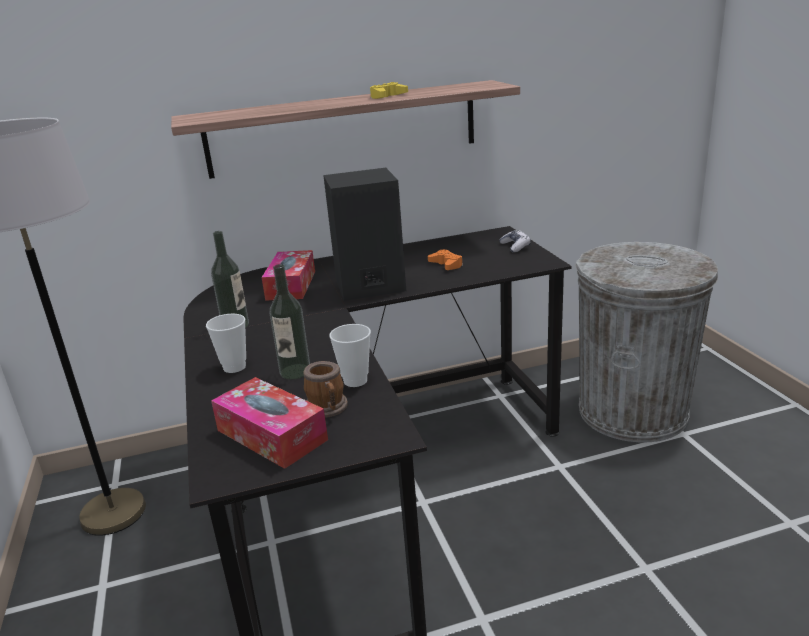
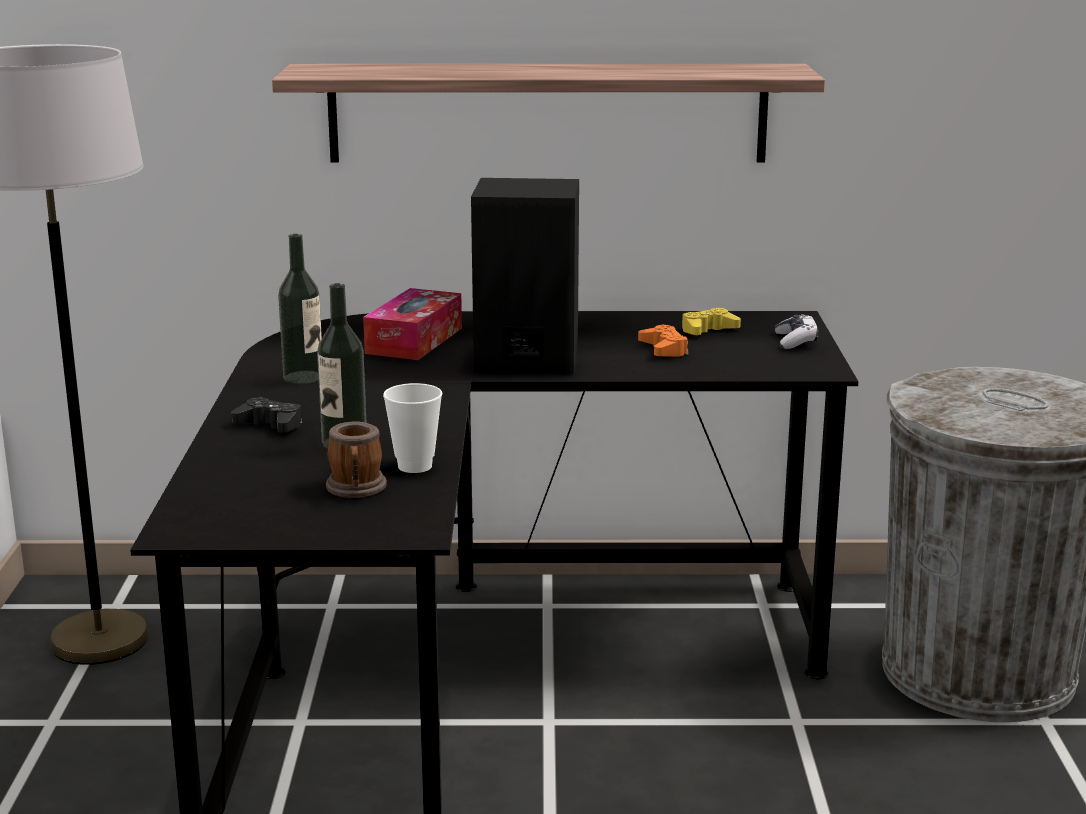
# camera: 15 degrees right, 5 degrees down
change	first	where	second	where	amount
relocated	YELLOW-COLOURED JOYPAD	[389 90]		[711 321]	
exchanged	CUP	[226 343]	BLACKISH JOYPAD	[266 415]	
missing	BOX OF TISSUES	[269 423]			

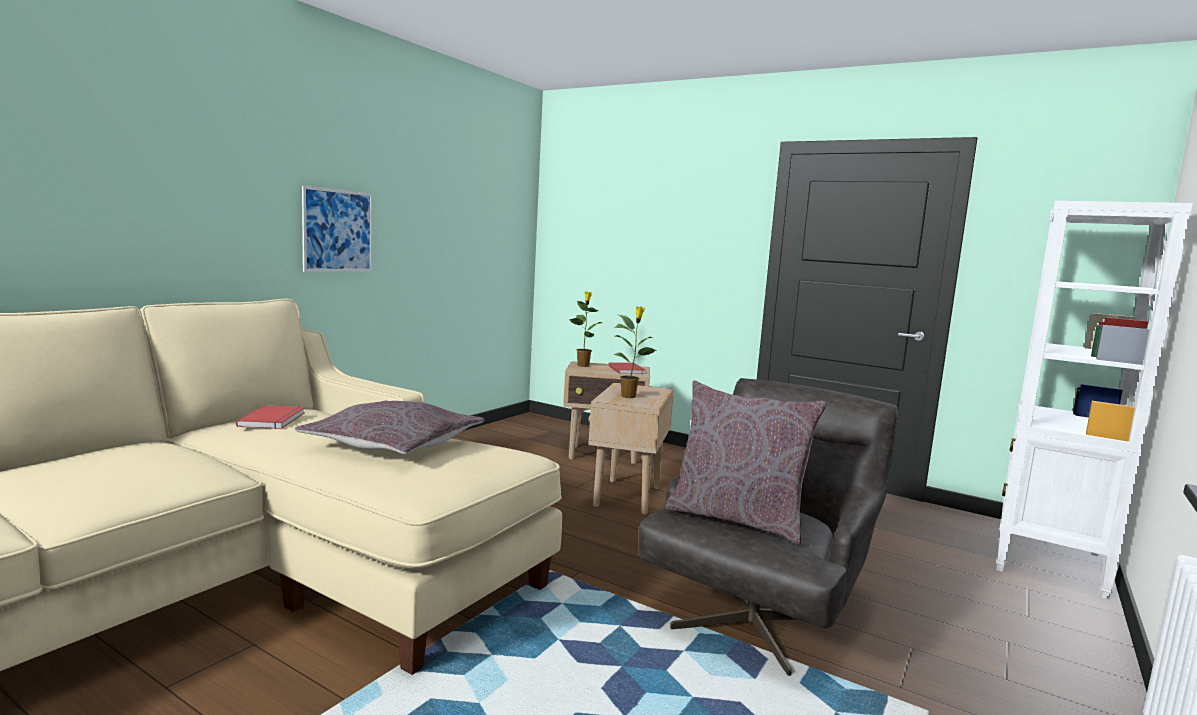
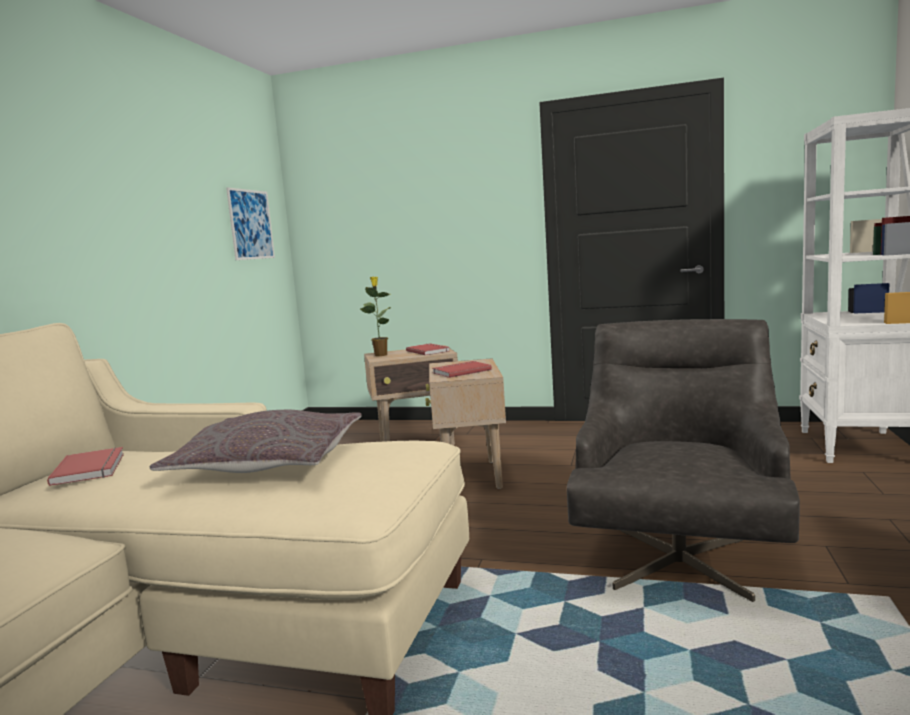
# camera: 15 degrees left, 0 degrees up
change	first	where	second	where	amount
relocated	PICTURE	[337 229]		[250 223]	
exchanged	POTTED PLANT	[636 352]	REDDISH BOUND BOOK	[462 369]	
missing	GREY PILLOW	[746 462]			

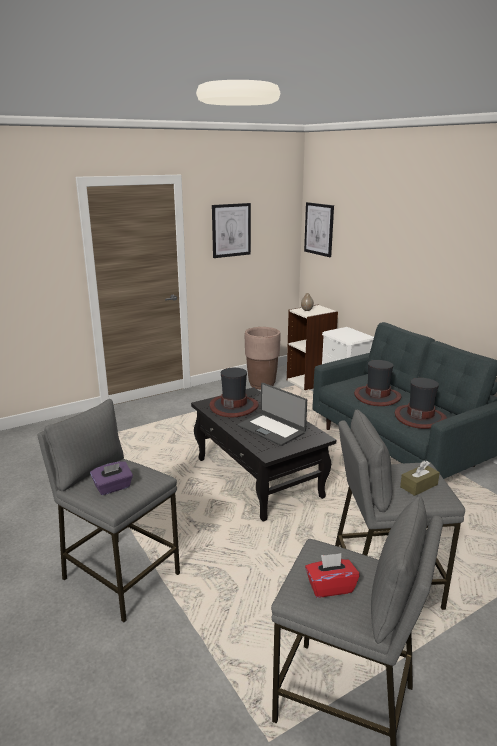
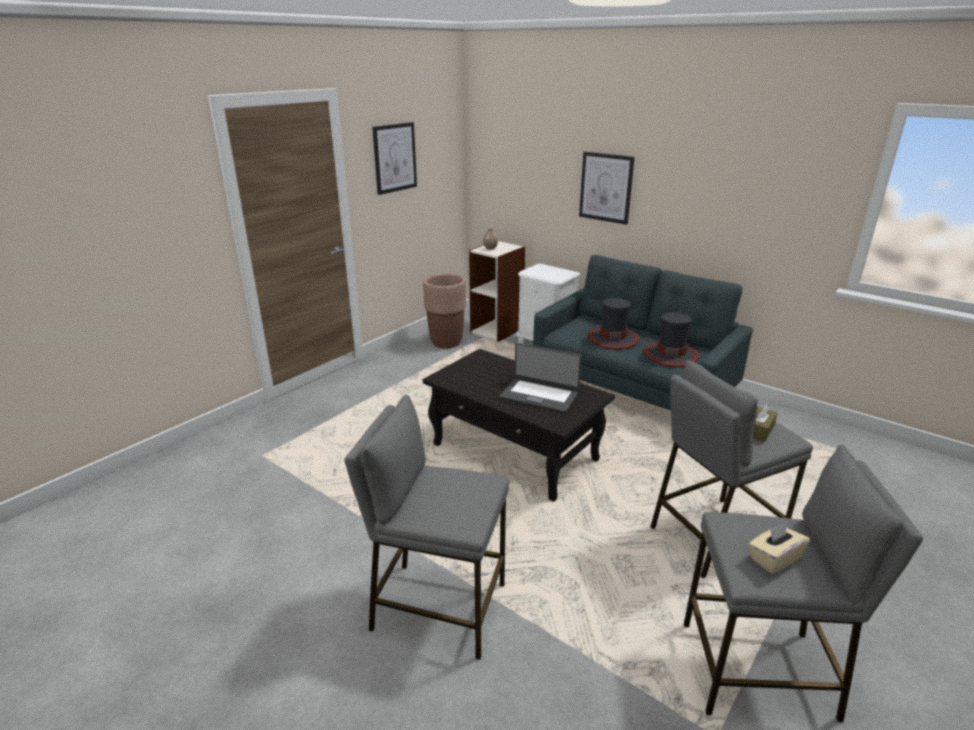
# camera: 20 degrees left, 5 degrees up
change	first	where	second	where	amount
relocated	PICTURE	[319 229]		[607 188]	
missing	CLOTHING HAT	[234 392]			
missing	PURPLE BOX OF TISSUES	[111 478]			
colour	REDDISH BOX OF TISSUES	[332 575]	BEIGE BOX OF TISSUES	[779 548]	

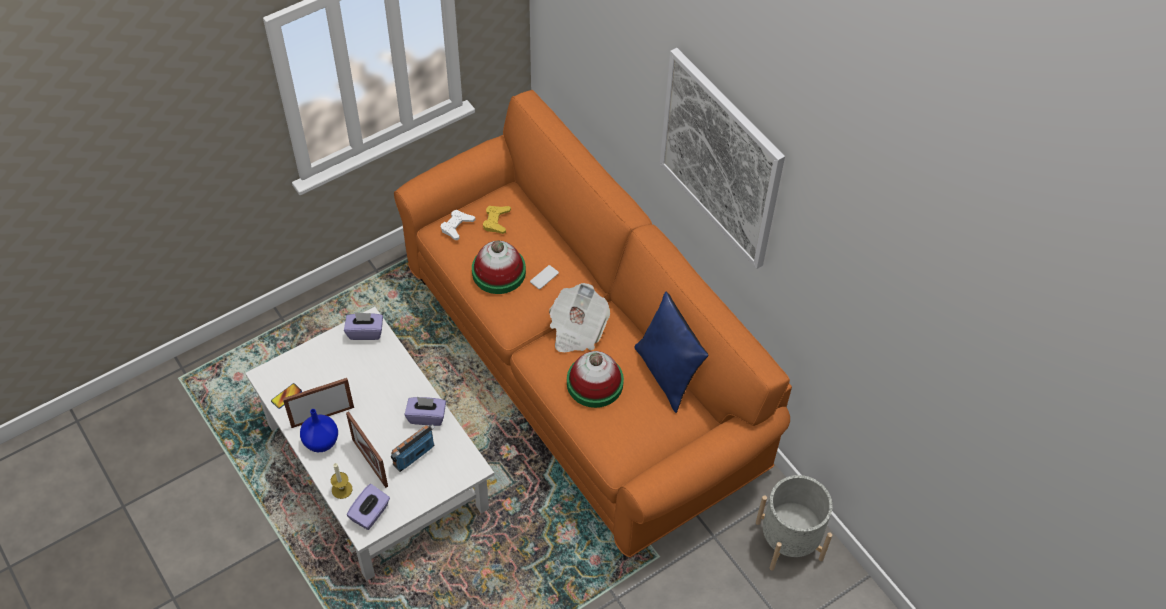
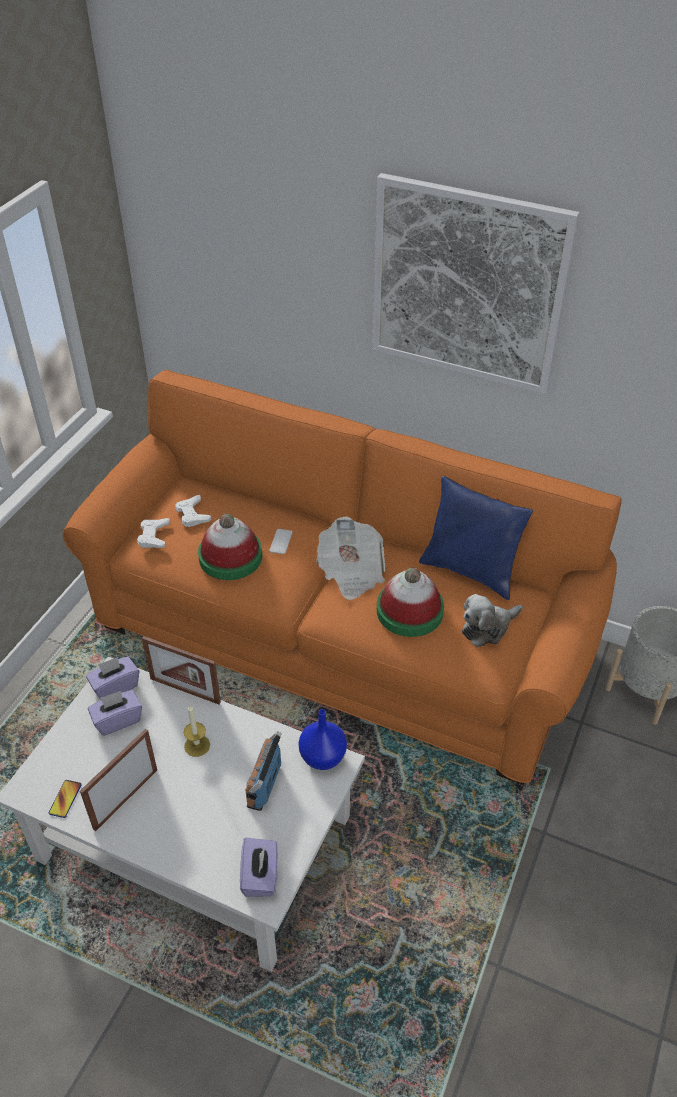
# camera: 30 degrees left, 10 degrees down
change	first	where	second	where	amount
colour	YELLOW-COLOURED JOYPAD	[497 220]	WHITISH JOYPAD	[193 511]	
relocated	PURPLE BOX OF TISSUES	[425 411]		[115 713]	
relocated	BLUE FLOWER VASE	[319 430]		[322 739]	
relocated	PHOTO FRAME	[367 449]		[181 670]	
relocated	WAX LIGHT	[342 481]		[197 731]	
appeared			CUDDLY TOY	[492 620]	

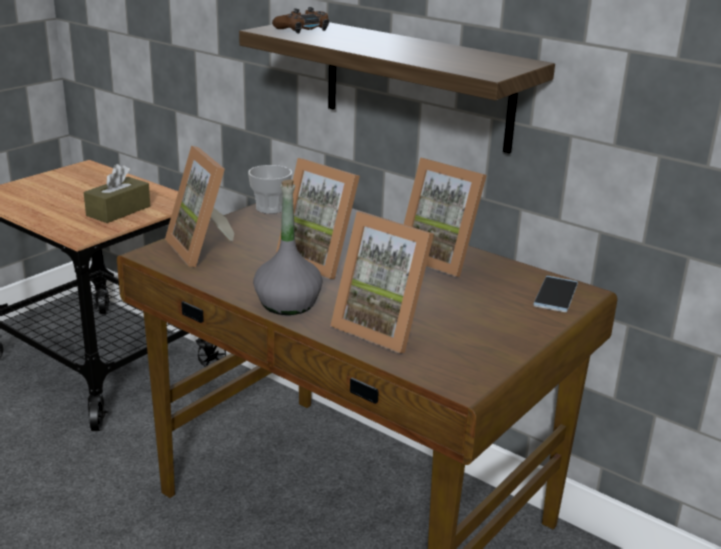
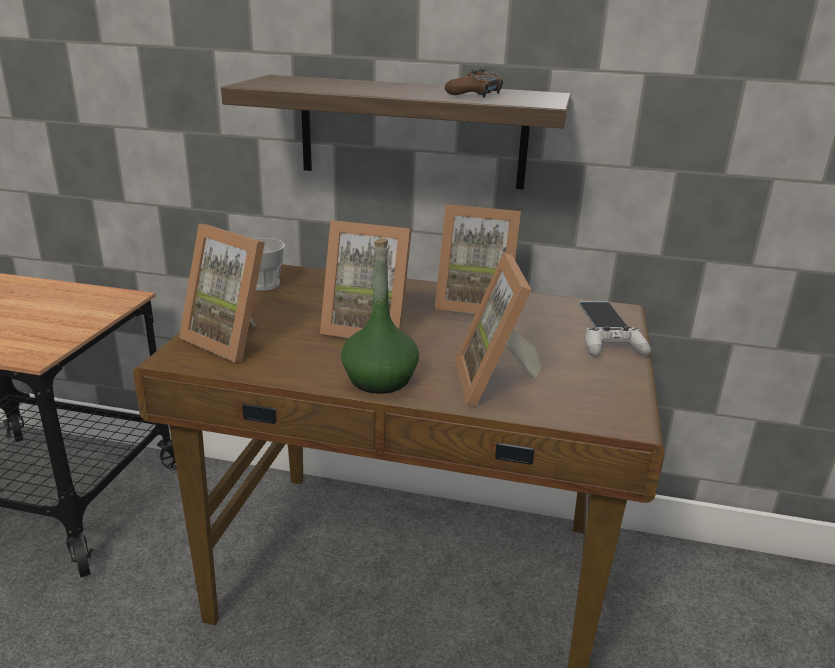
# camera: 25 degrees left, 0 degrees up
change	first	where	second	where	amount
relocated	BROWNISH JOYPAD	[300 20]		[474 82]	
missing	BROWNISH BOX OF TISSUES	[117 193]			
colour	GREY BOTTLE	[288 247]	GREEN-COLOURED BOTTLE	[380 316]	
spun	PHOTO FRAME	[382 282]		[498 329]	75 degrees clockwise
appeared			WHITISH JOYPAD	[618 341]	

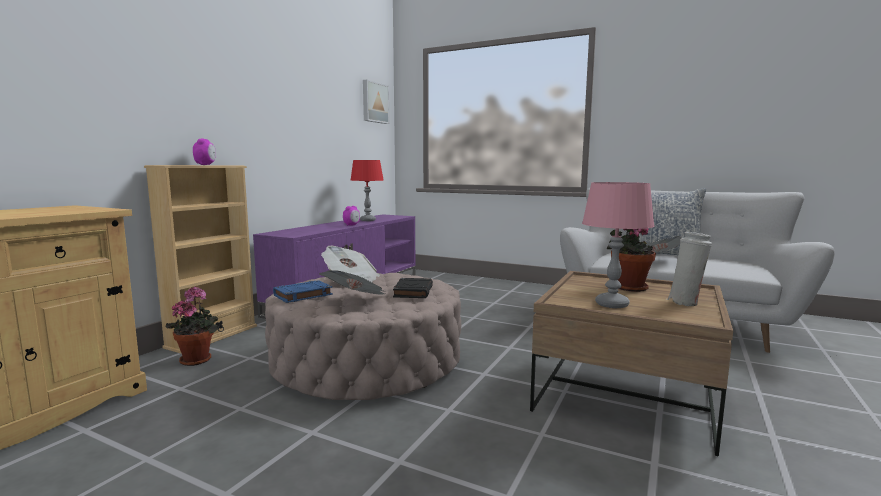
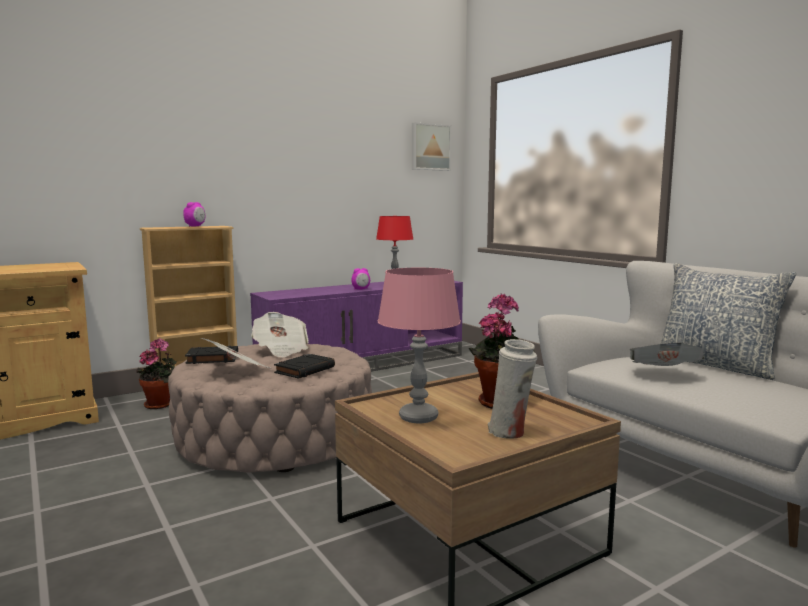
# camera: 30 degrees right, 0 degrees up
change	first	where	second	where	amount
colour	BLUE BOUND BOOK	[303 291]	BLACKISH BOUND BOOK	[211 355]	

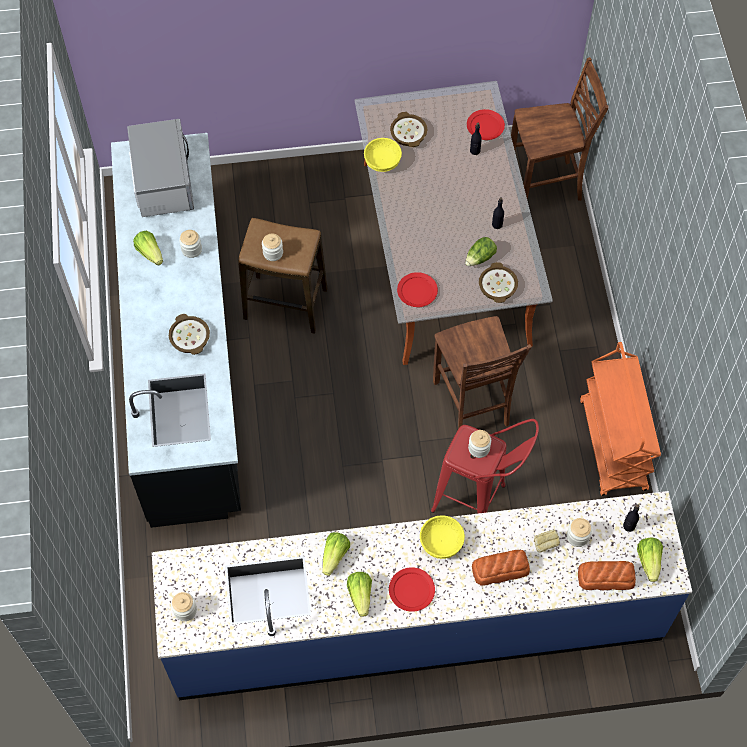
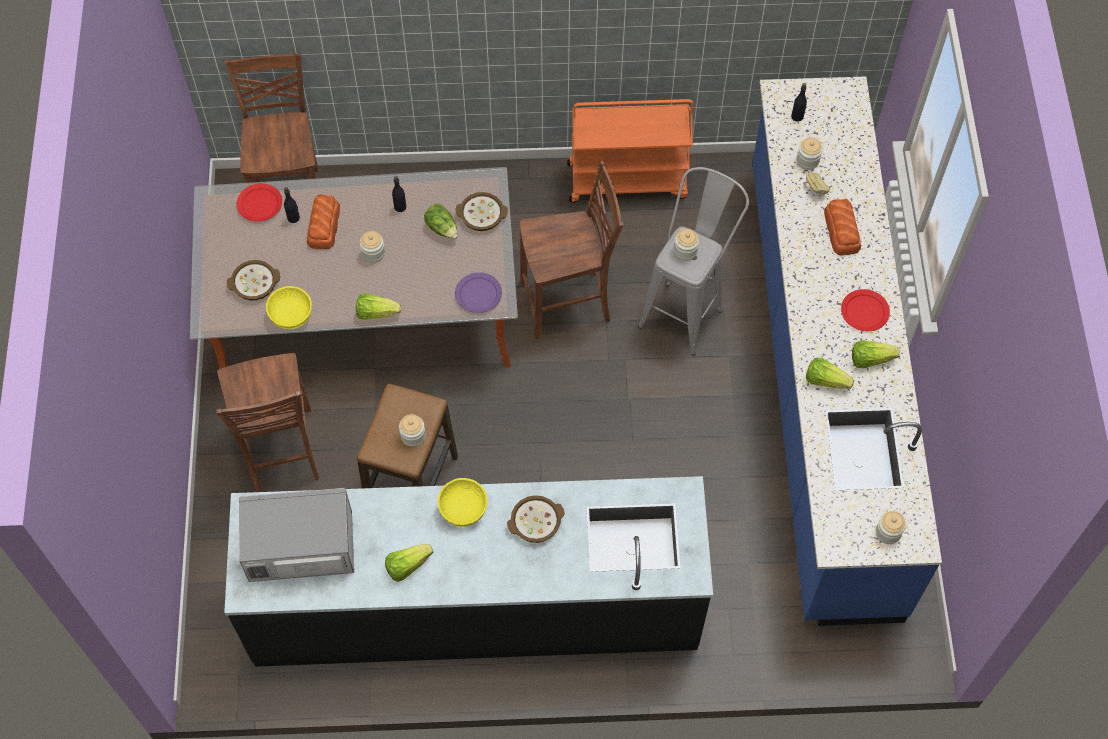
# camera: 85 degrees left, 0 degrees up
change	first	where	second	where	amount
relocated	STORAGE JAR	[190 244]		[372 246]	
colour	REDDISH PLATE	[417 289]	PURPLE PLATE	[478 292]	
colour	REDDISH STOOL SEAT	[485 466]	GREY STOOL SEAT	[693 261]	
relocated	YELLOW-COLOURED SERVING BOWL	[442 537]		[462 502]	
relocated	LETTUCE HEAD	[650 559]		[378 306]	
relocated	BREAD	[607 575]		[323 222]	
appeared			BROWNISH UPRIGHT CHAIR	[268 422]	

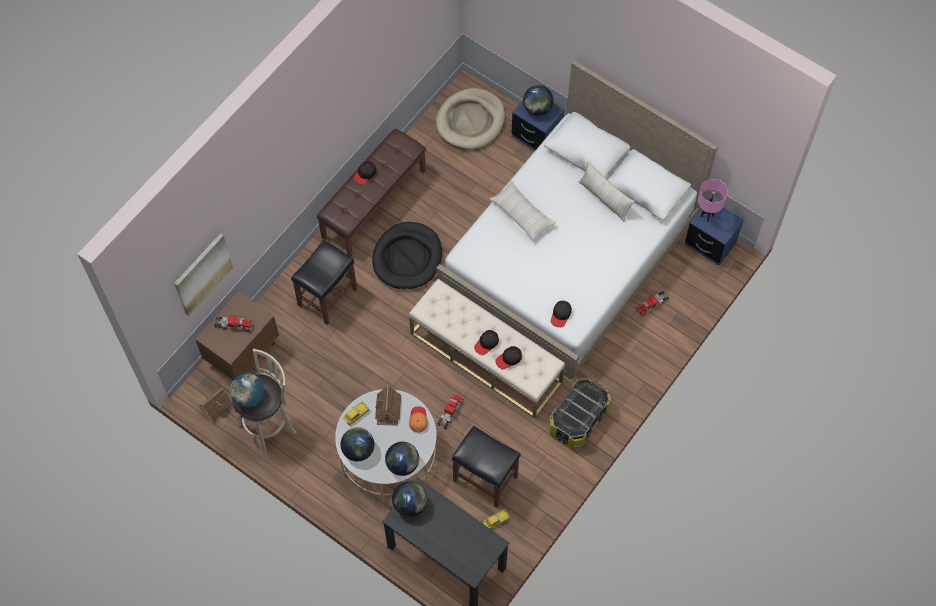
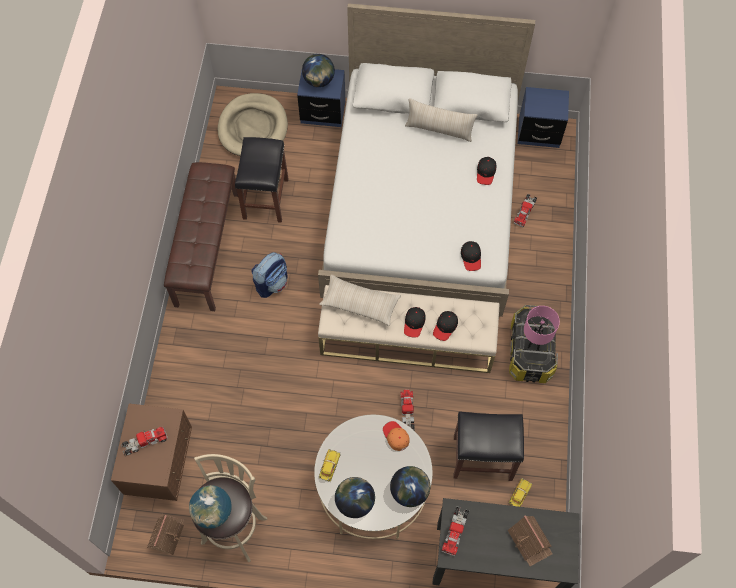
# camera: 30 degrees left, 0 degrees up
change	first	where	second	where	amount
relocated	BLACKISH BASEBALL CAP	[364 173]		[486 171]	
relocated	PINK-COLOURED LAMP FOR A TABLE	[713 200]		[542 328]	
relocated	BEIGE PILLOW	[523 211]		[360 300]	
exchanged	BLACKISH PET BED	[407 255]	BACKPACK	[269 275]	
missing	PICTURE	[203 274]			
relocated	BLACKISH STOOL SEAT	[324 282]		[262 180]	
relocated	TOY HOUSE	[388 405]		[530 541]	
exchanged	WORLD GLOBE	[409 499]	TOY TRUCK	[455 531]	

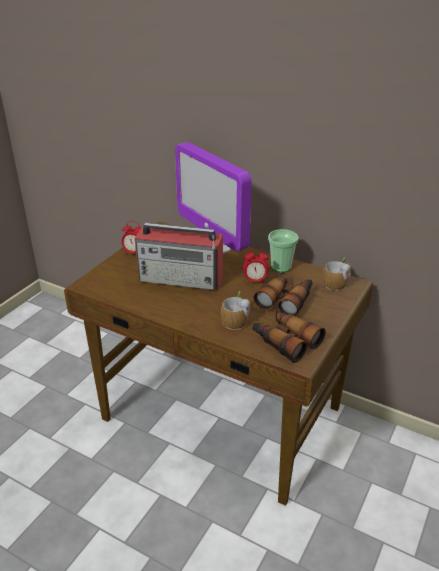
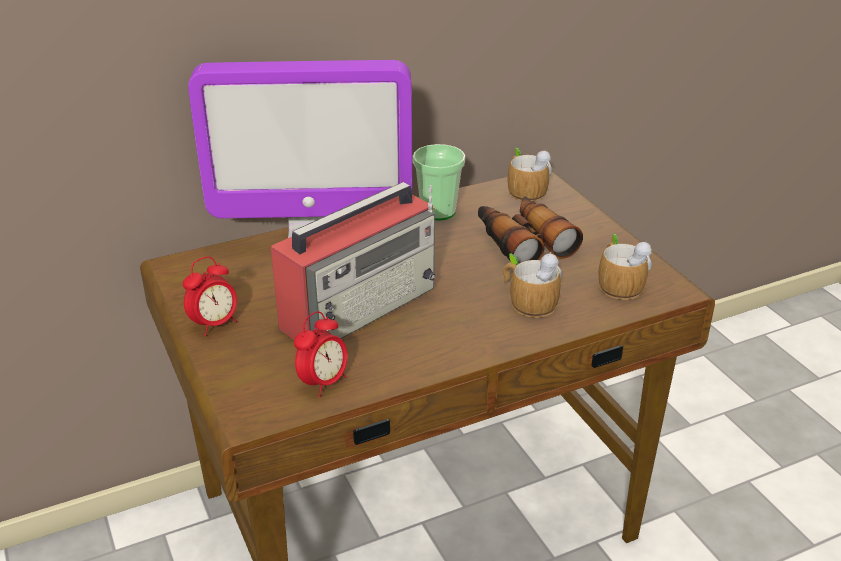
# camera: 55 degrees left, 0 degrees up
change	first	where	second	where	amount
relocated	ALARM CLOCK	[256 266]		[321 354]	
exchanged	BINOCULARS	[289 336]	COFFEE MUG	[625 266]	

